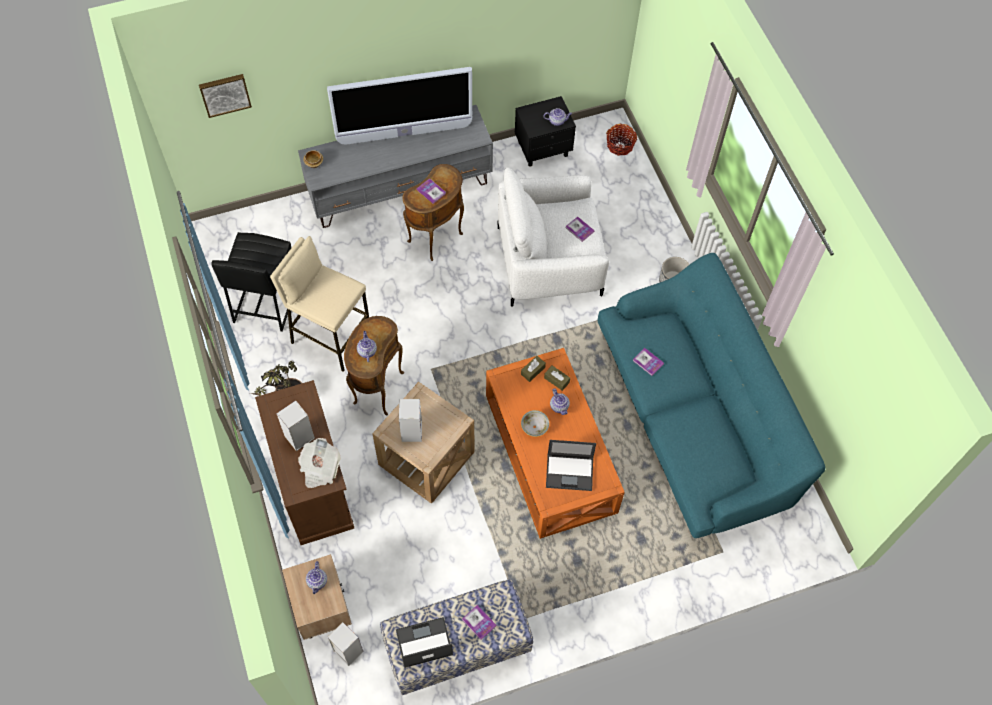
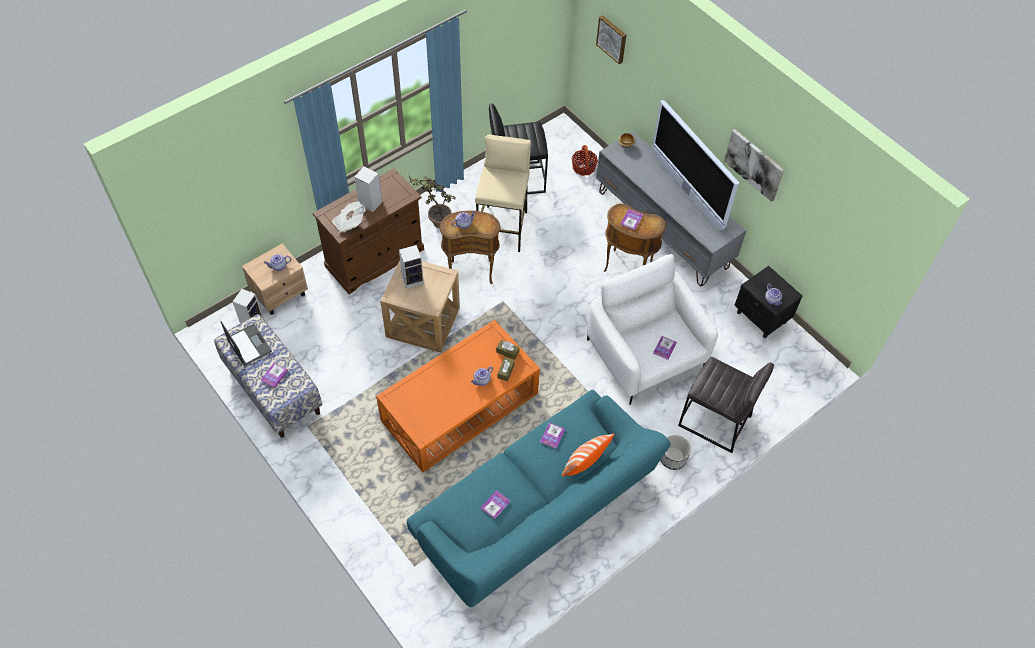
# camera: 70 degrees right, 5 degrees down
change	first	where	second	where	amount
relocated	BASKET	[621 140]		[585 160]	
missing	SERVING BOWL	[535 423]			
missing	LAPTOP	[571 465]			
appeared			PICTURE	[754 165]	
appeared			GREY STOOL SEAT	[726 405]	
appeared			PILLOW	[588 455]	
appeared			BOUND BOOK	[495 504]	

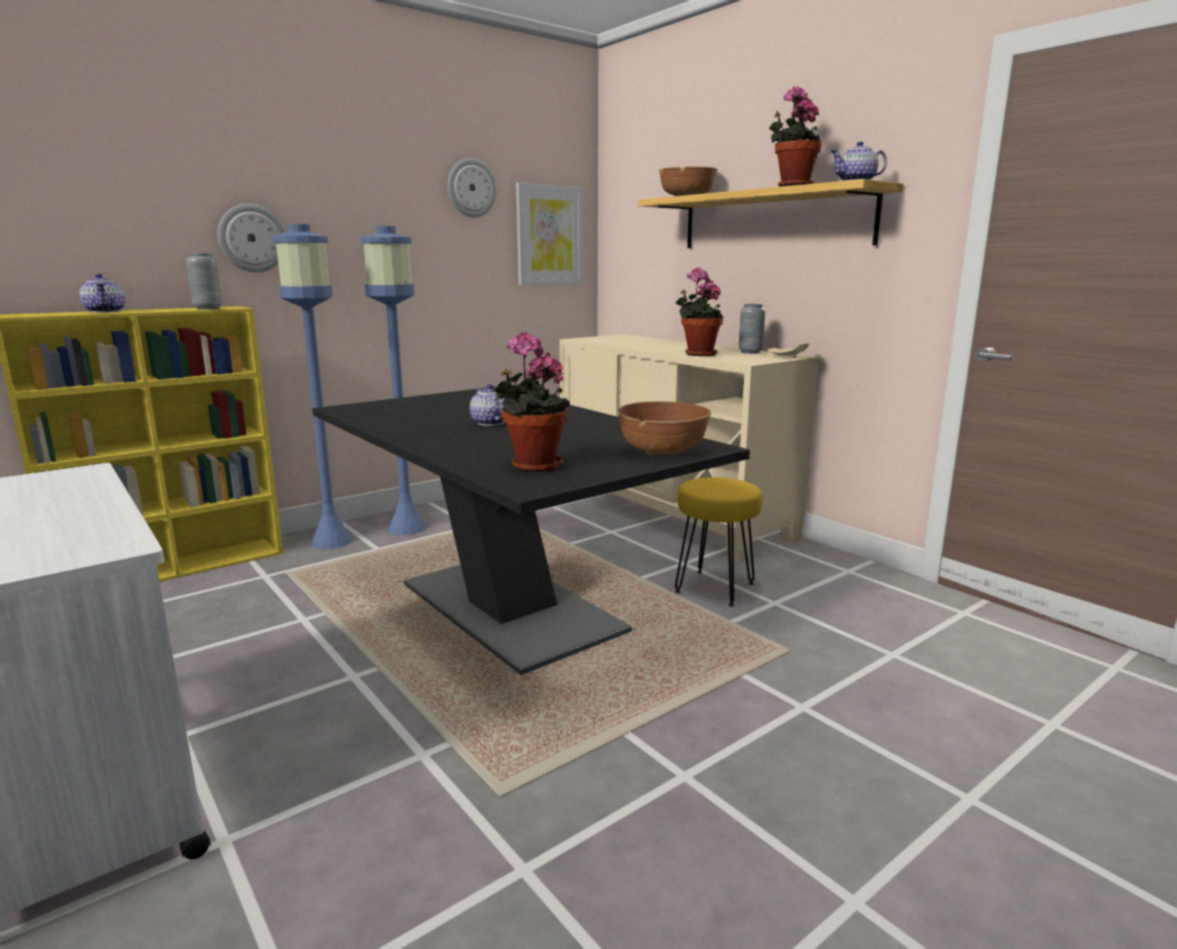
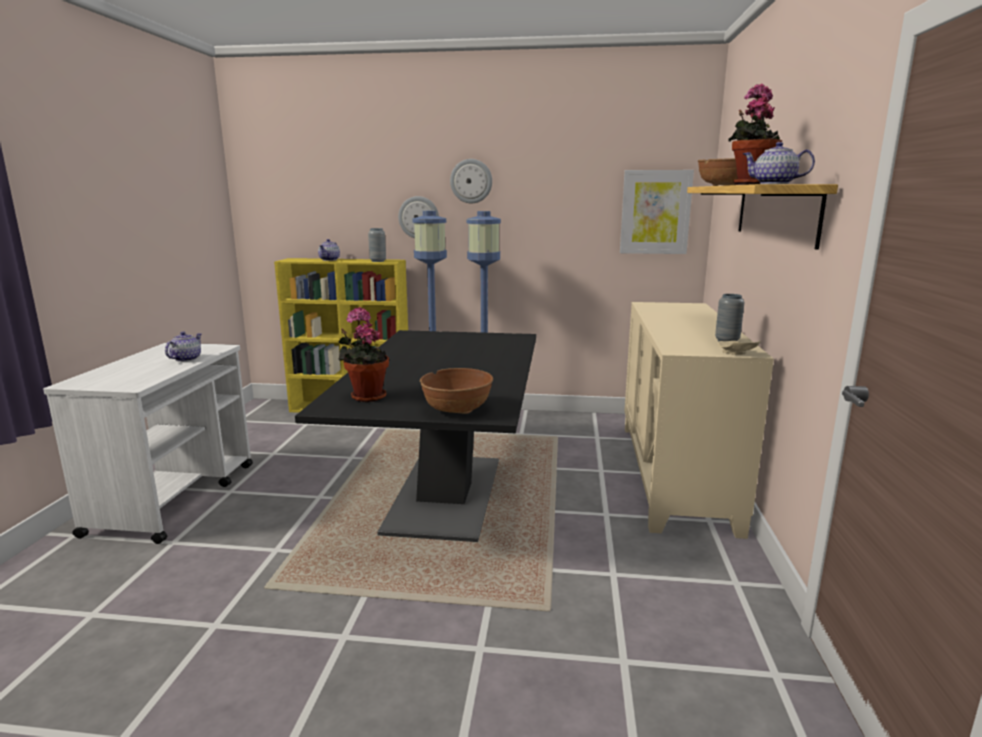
# camera: 45 degrees right, 0 degrees up
change	first	where	second	where	amount
relocated	WALL CLOCK	[472 188]		[471 181]	
missing	POTTED PLANT	[699 311]			
relocated	POT FOR TEA	[487 405]		[183 347]	
missing	YELLOW-COLOURED STOOL SEAT	[718 541]			

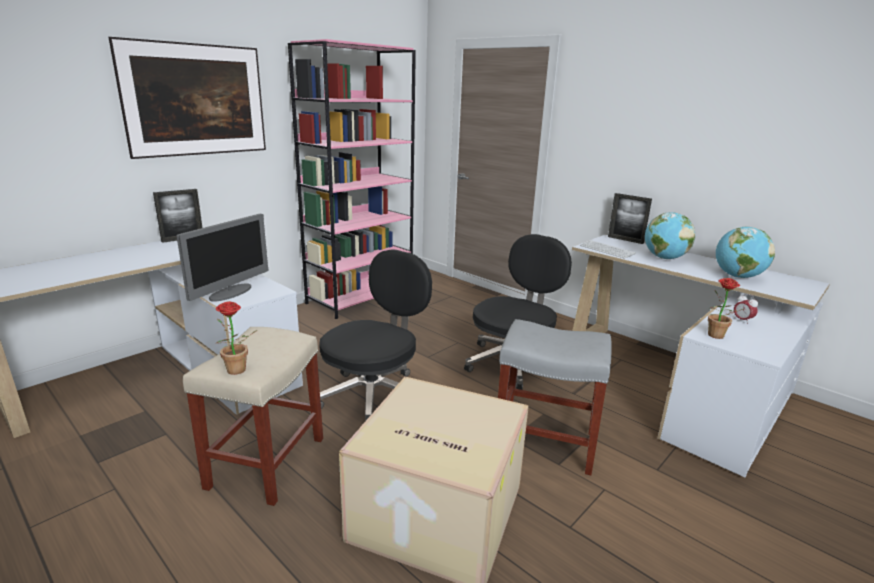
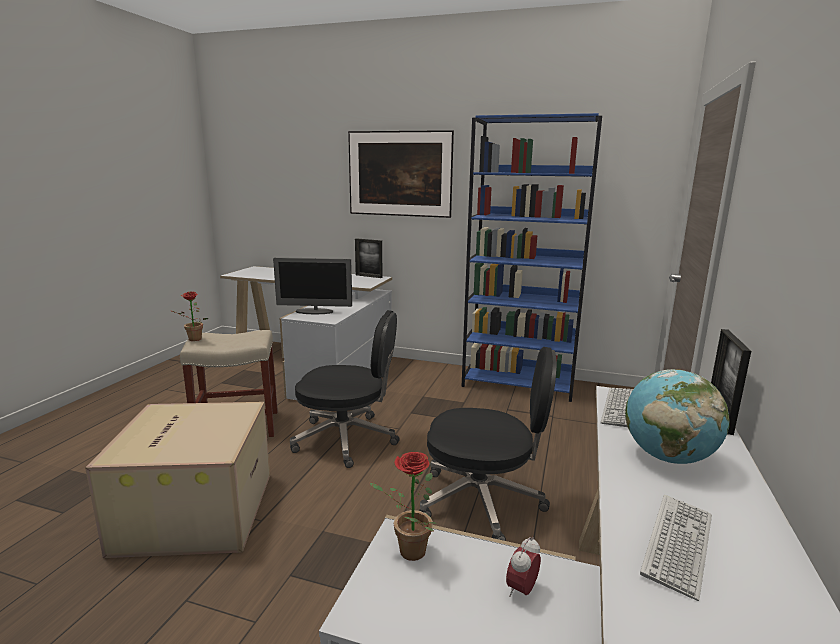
# camera: 65 degrees right, 5 degrees down
change	first	where	second	where	amount
colour	PINK-COLOURED SHELVING UNIT	[352 179]	BLUE SHELVING UNIT	[531 257]	
exchanged	WORLD GLOBE	[745 252]	PC KEYBOARD	[676 548]	
missing	GREY STOOL SEAT	[555 397]			

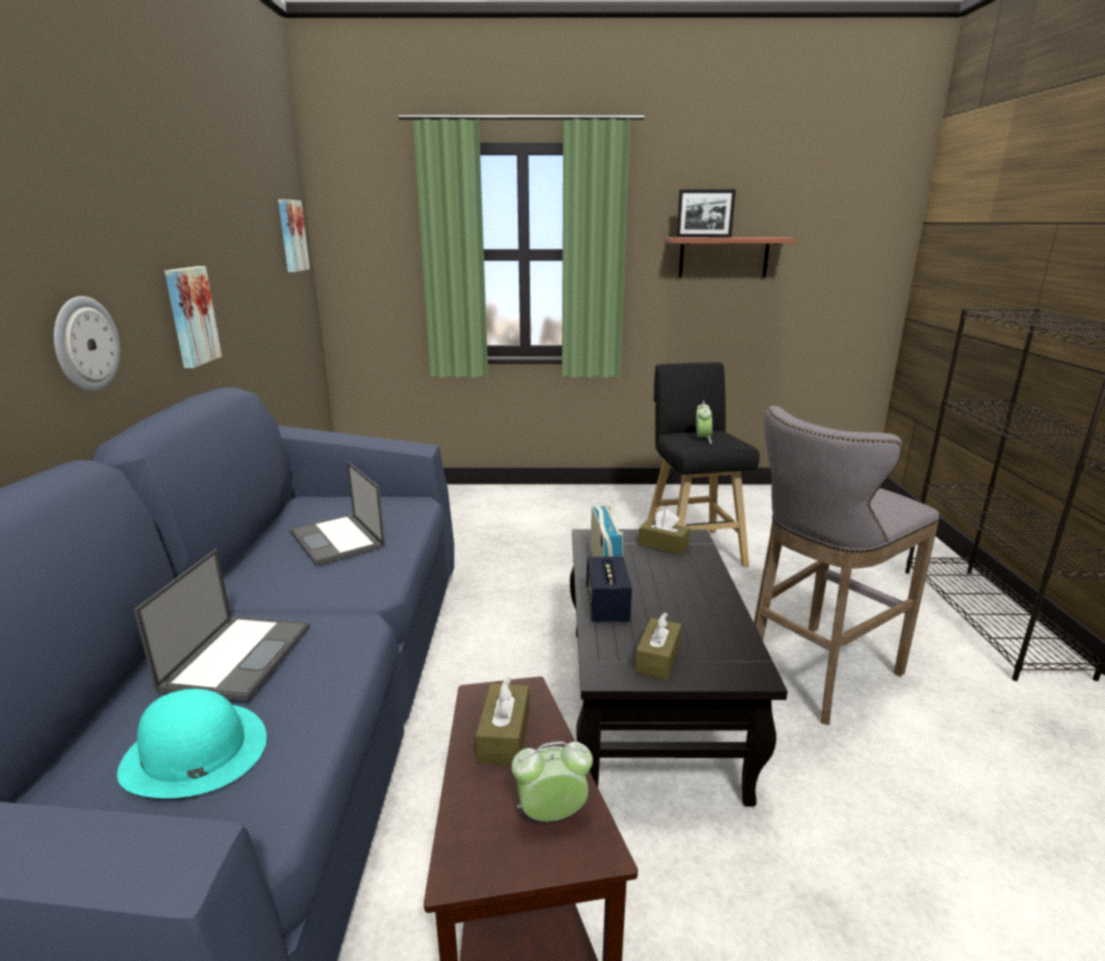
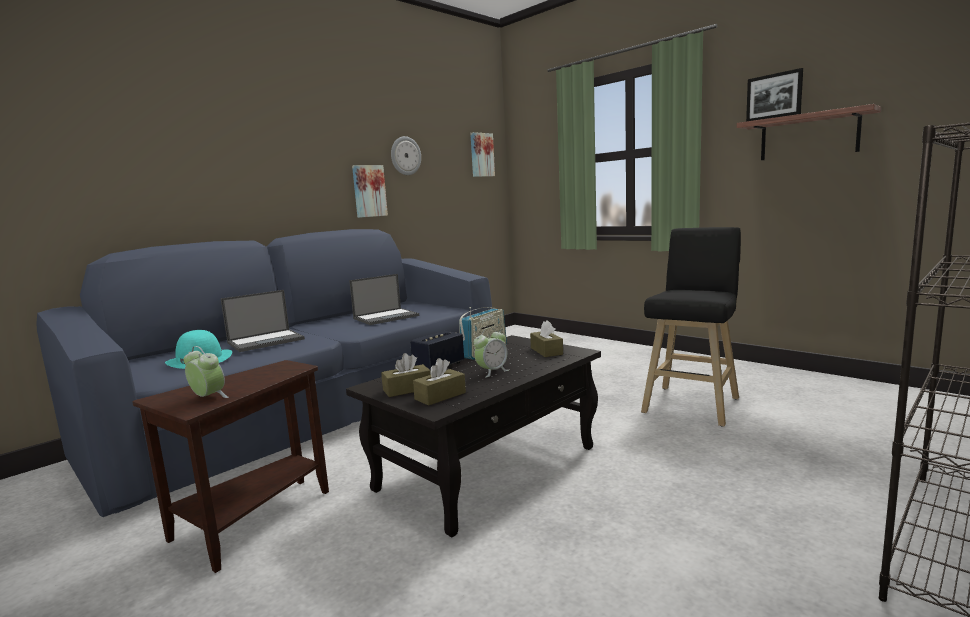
# camera: 45 degrees right, 10 degrees down
change	first	where	second	where	amount
relocated	WALL CLOCK	[87 344]		[406 155]	
relocated	ALARM CLOCK	[704 422]		[491 353]	
missing	GREY STOOL SEAT	[847 565]			
spun	LAPTOP	[337 513]		[384 299]	135 degrees counterclockwise
relocated	BROWNISH BOX OF TISSUES	[502 721]		[439 382]	

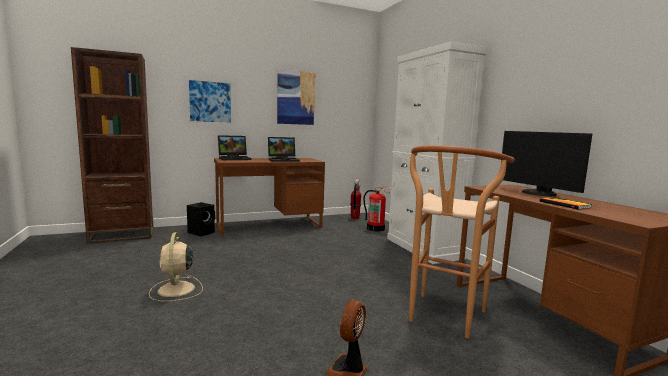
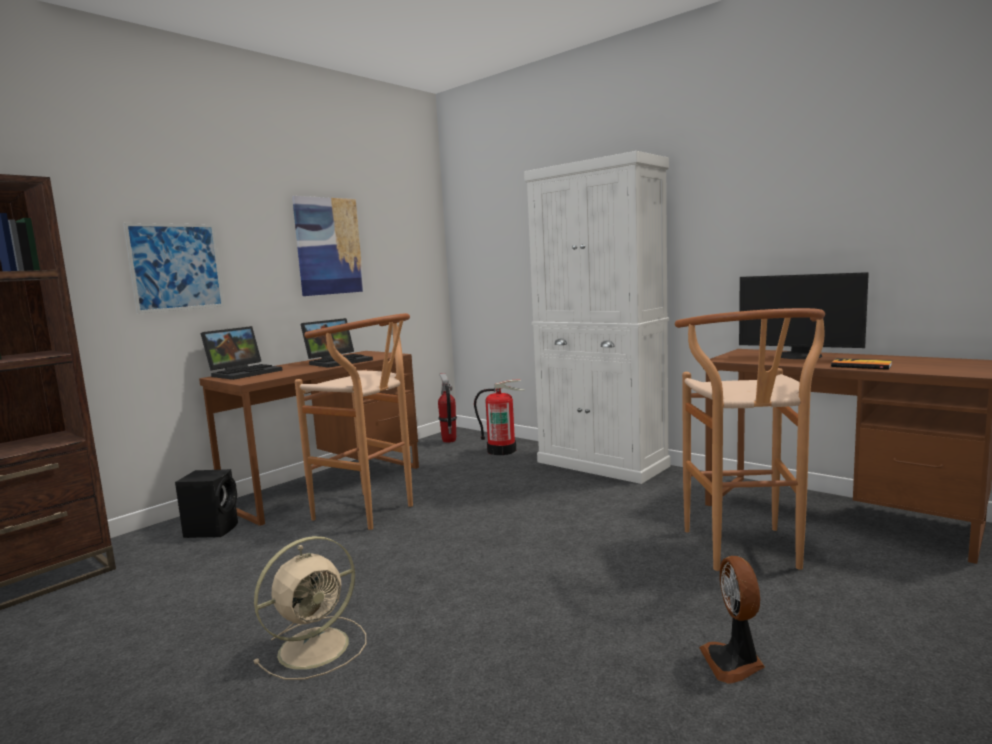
# camera: 25 degrees left, 0 degrees up
change	first	where	second	where	amount
spun	BEIGE ELECTRIC FAN	[176 266]		[309 608]	90 degrees counterclockwise
appeared			BROWNISH STOOL SEAT	[354 421]	

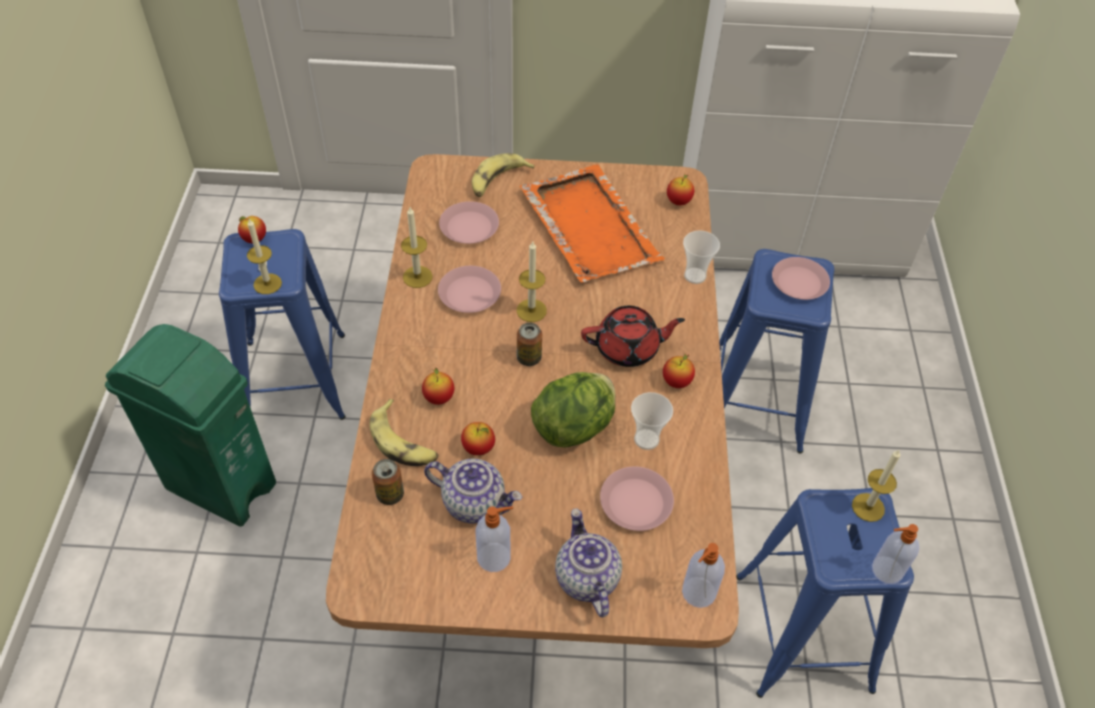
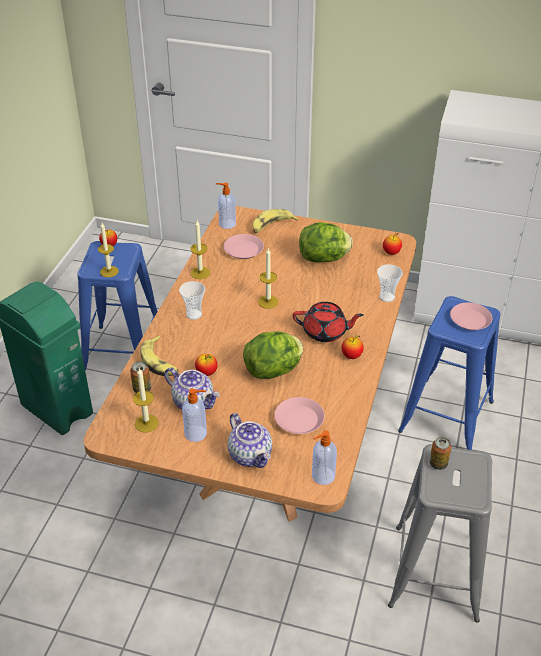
# camera: 15 degrees right, 10 degrees down
change	first	where	second	where	amount
exchanged	ORANGE-COLOURED CARRYING TRAY	[592 223]	LETTUCE HEAD	[326 242]	
missing	PINK-COLOURED PLATE	[469 289]			
relocated	CAN	[529 344]		[440 453]	
missing	APPLE FRUIT	[438 386]			
relocated	CUP	[652 421]		[192 300]	
relocated	WAX LIGHT	[876 485]		[146 400]	
colour	BLUE STOOL SEAT	[825 593]	GREY STOOL SEAT	[440 533]	
spun	POT FOR TEA	[588 562]		[250 440]	150 degrees clockwise
relocated	LIQUID SOAP BOTTLE	[895 554]		[226 206]	

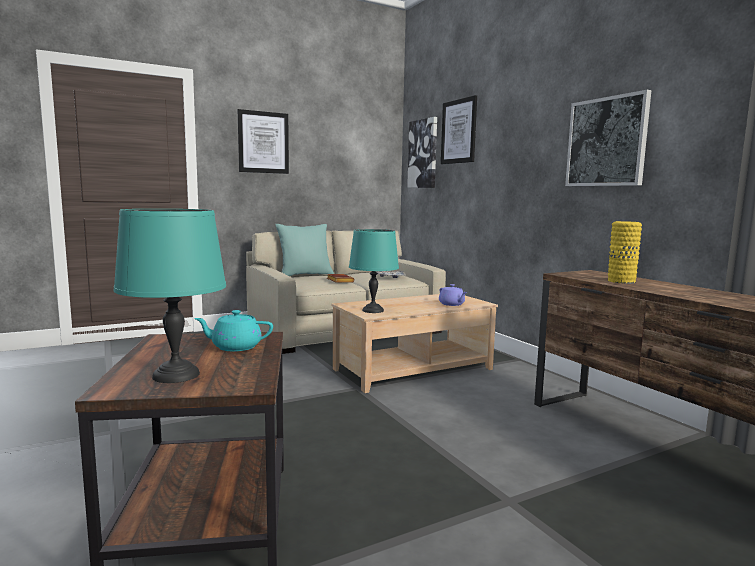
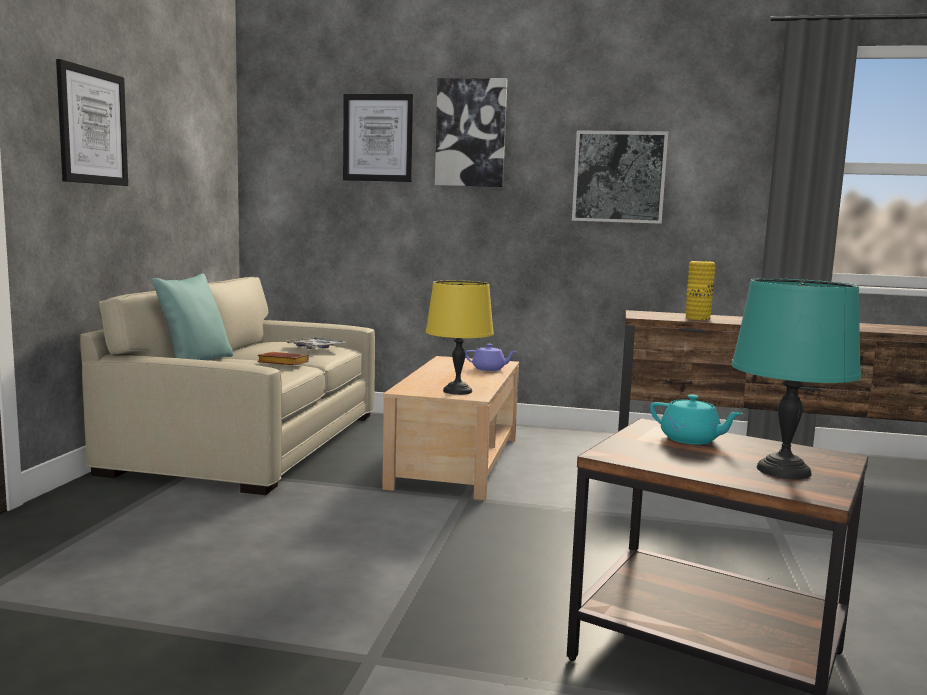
# camera: 50 degrees left, 0 degrees up
change	first	where	second	where	amount
relocated	PICTURE	[422 152]		[471 132]	
colour	BLUE-GREEN LAMP FOR A TABLE	[374 271]	YELLOW-COLOURED LAMP FOR A TABLE	[460 337]	
spun	BLUE-GREEN POT FOR TEA	[233 330]		[696 419]	90 degrees counterclockwise

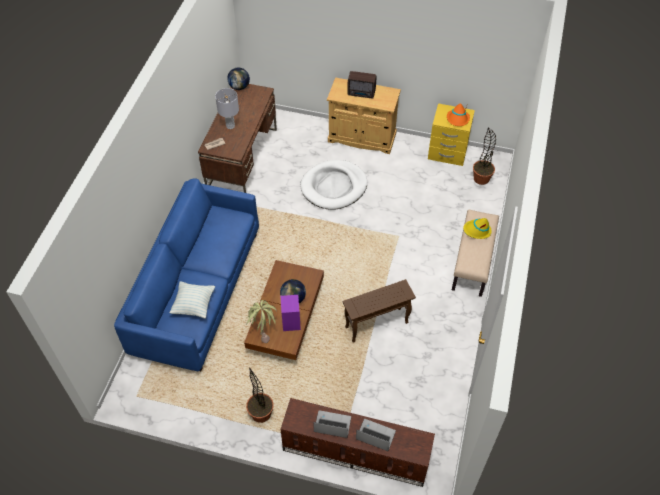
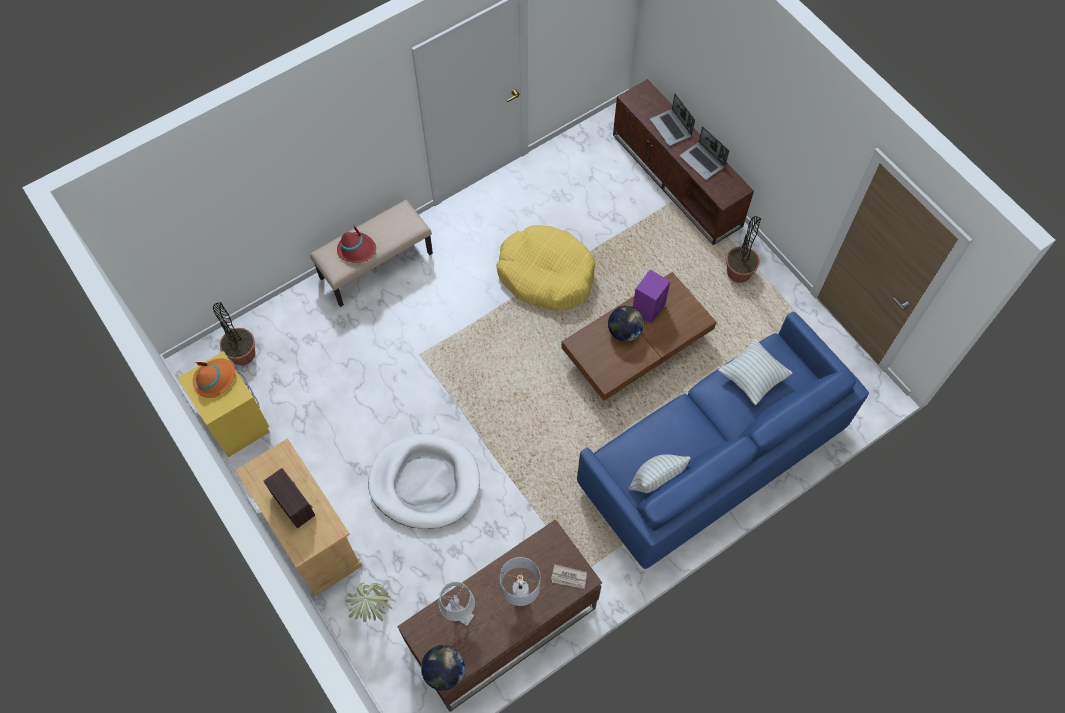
# camera: 140 degrees left, 10 degrees up
change	first	where	second	where	amount
colour	YELLOW-COLOURED CLOTHING HAT	[477 228]	REDDISH CLOTHING HAT	[356 243]	
exchanged	BROWNISH END TABLE	[379 311]	YELLOW-COLOURED PET BED	[546 268]	
relocated	POTTED PLANT	[261 321]		[370 602]	
appeared			PILLOW	[659 473]	
appeared			GREY LAMP FOR A TABLE	[456 604]	

